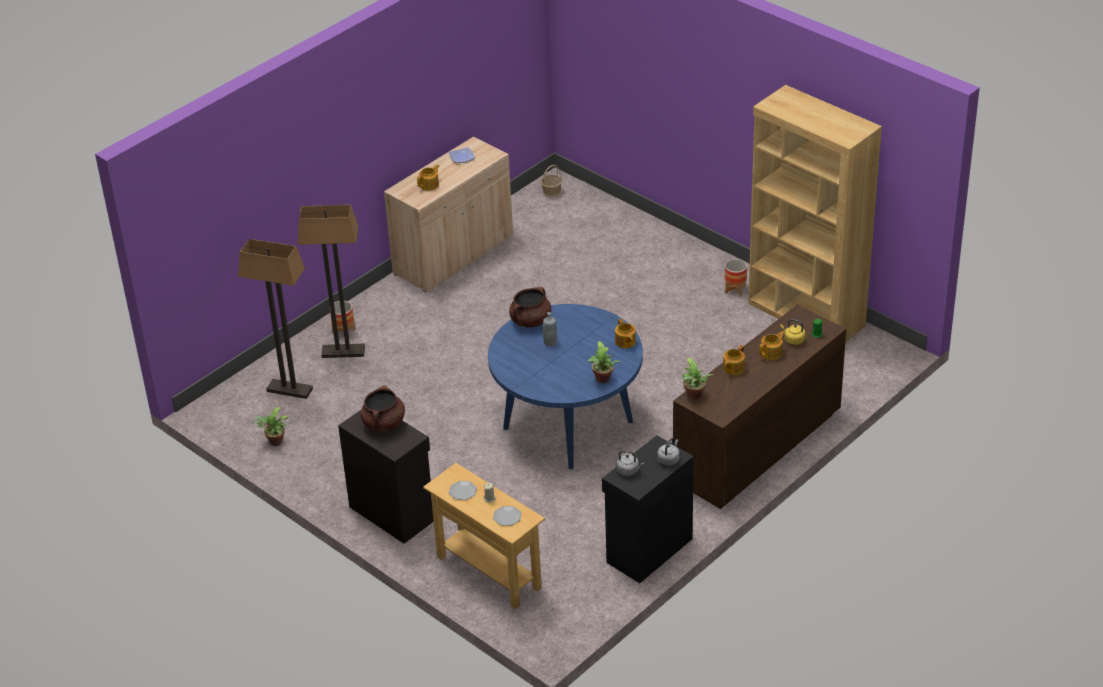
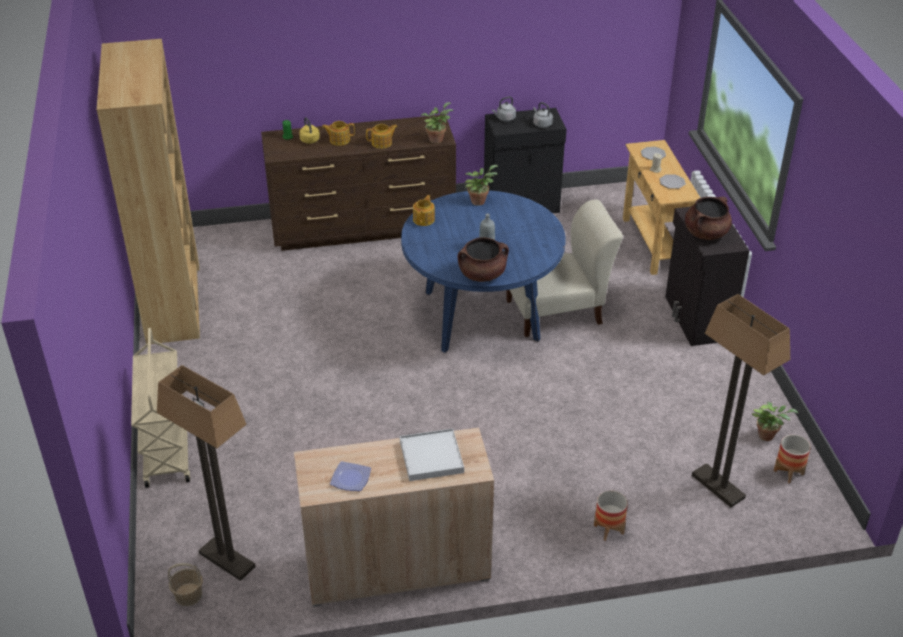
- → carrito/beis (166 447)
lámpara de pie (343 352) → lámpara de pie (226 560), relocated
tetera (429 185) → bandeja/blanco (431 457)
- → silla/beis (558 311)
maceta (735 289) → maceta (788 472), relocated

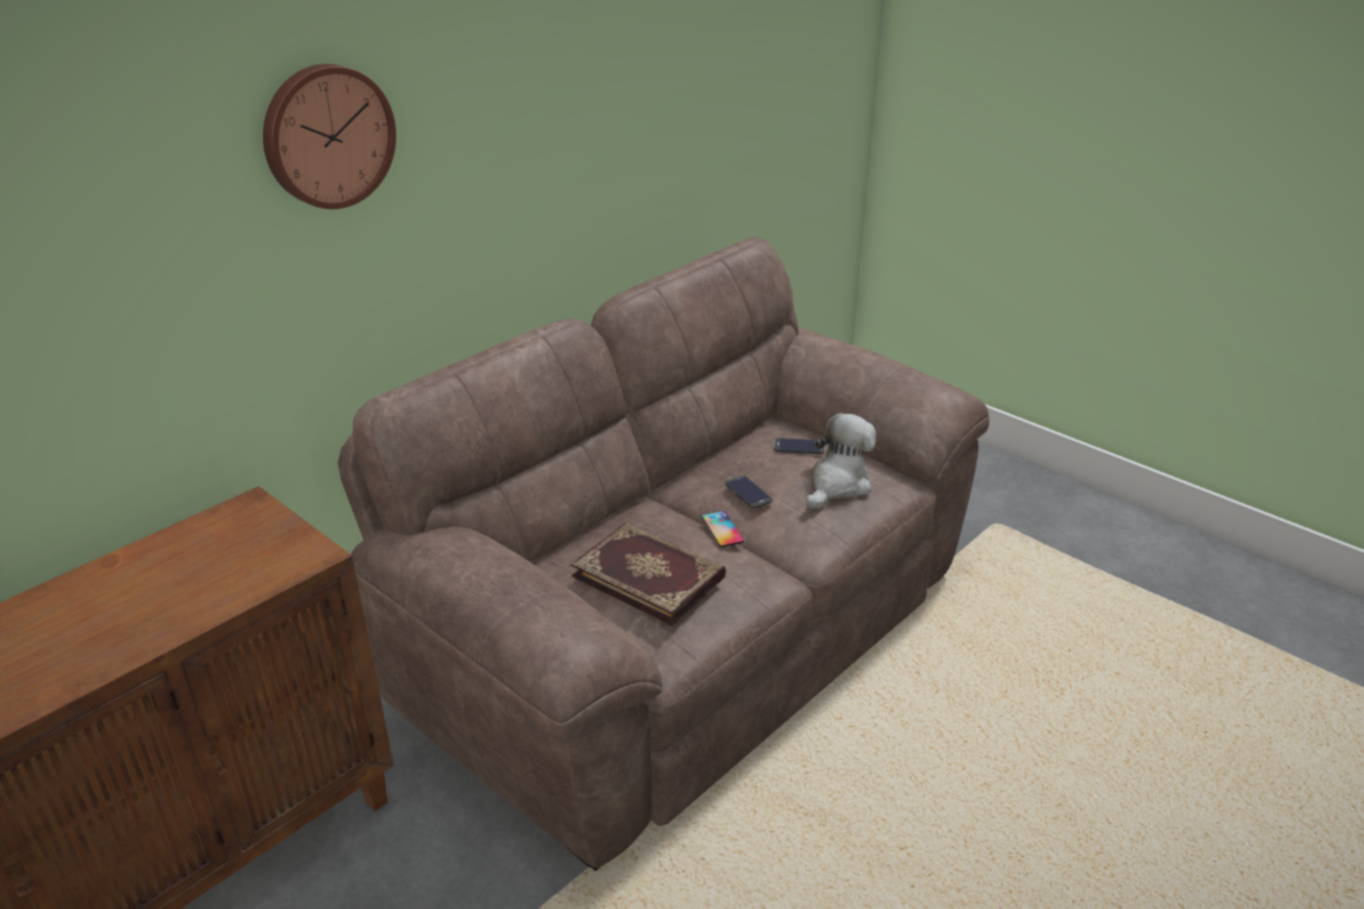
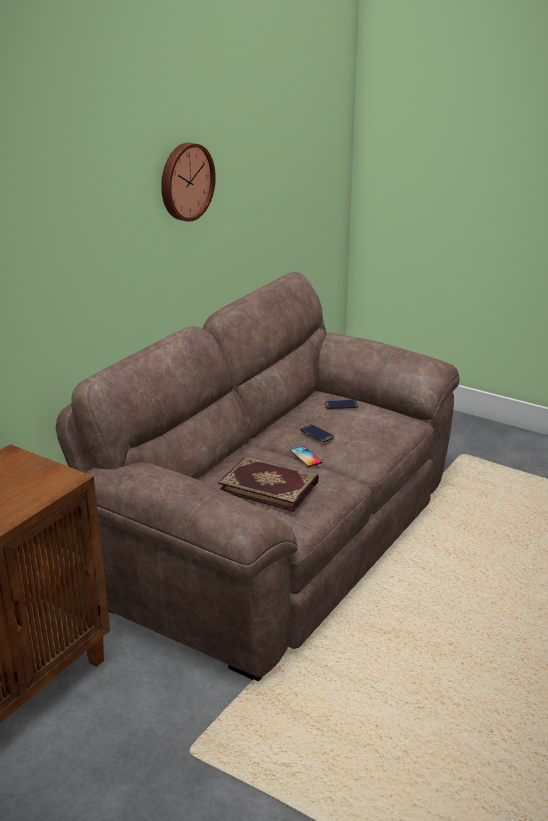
reloj de pared (327 136) → reloj de pared (185 181), relocated
peluche (837 484) → -

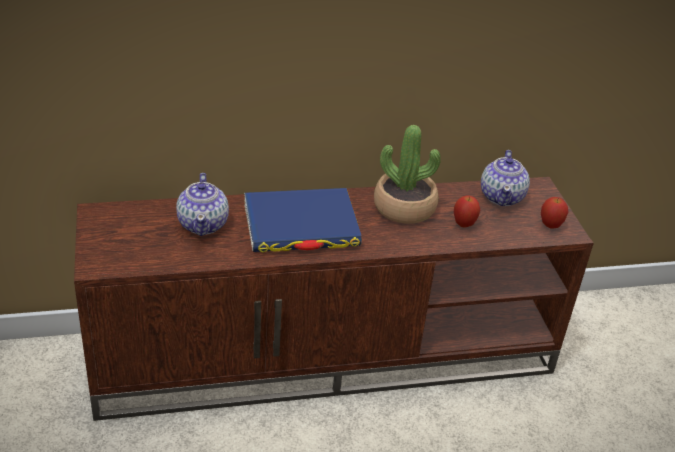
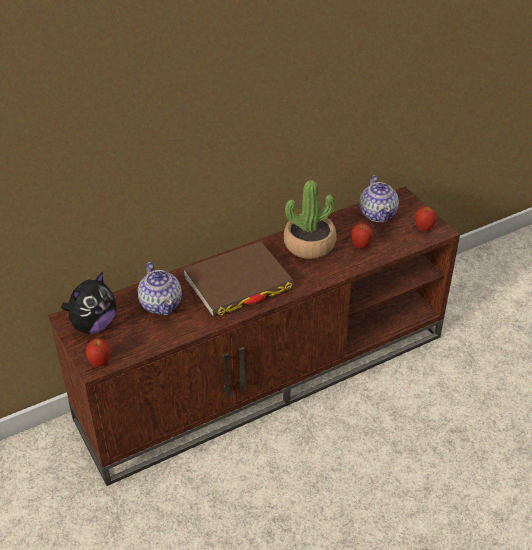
- → peluche (93 325)
- → manzana (100 363)
libro/azul (301 225) → libro/marrón (238 283)

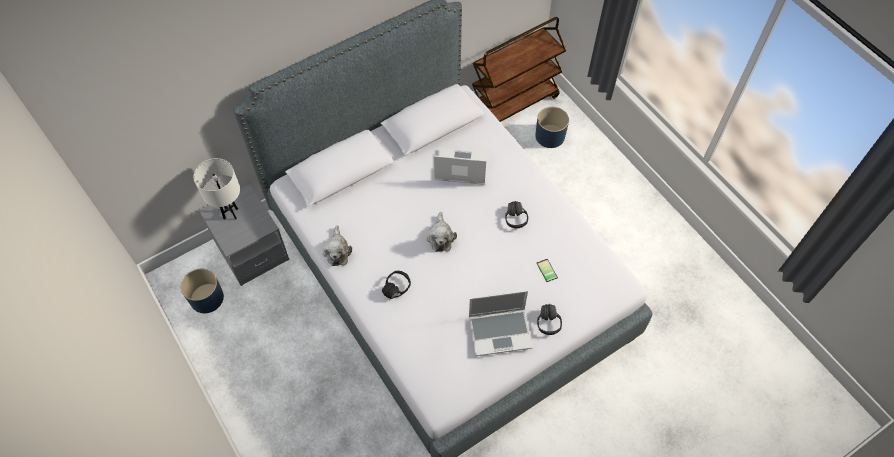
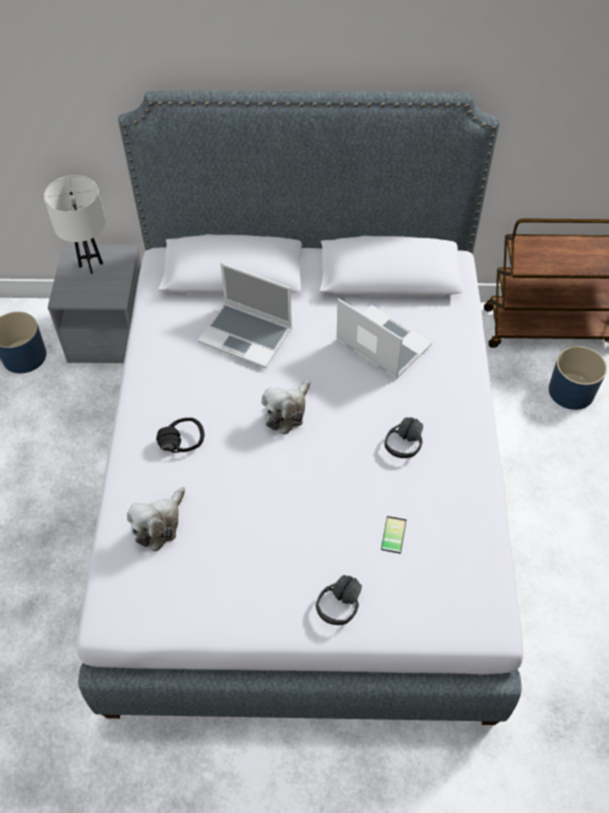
peluche (337 251) → peluche (159 524), relocated
portátil (500 331) → portátil (247 335), relocated

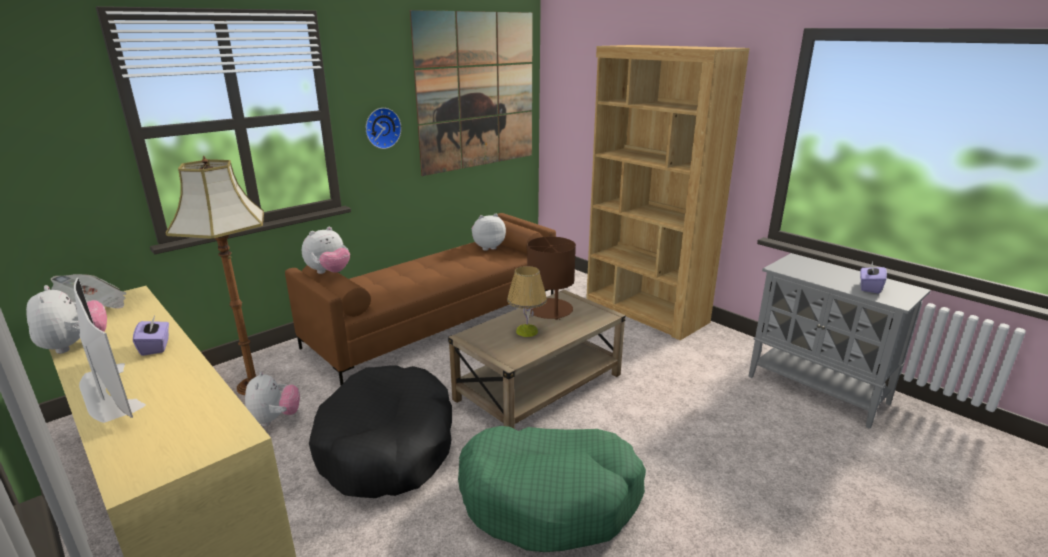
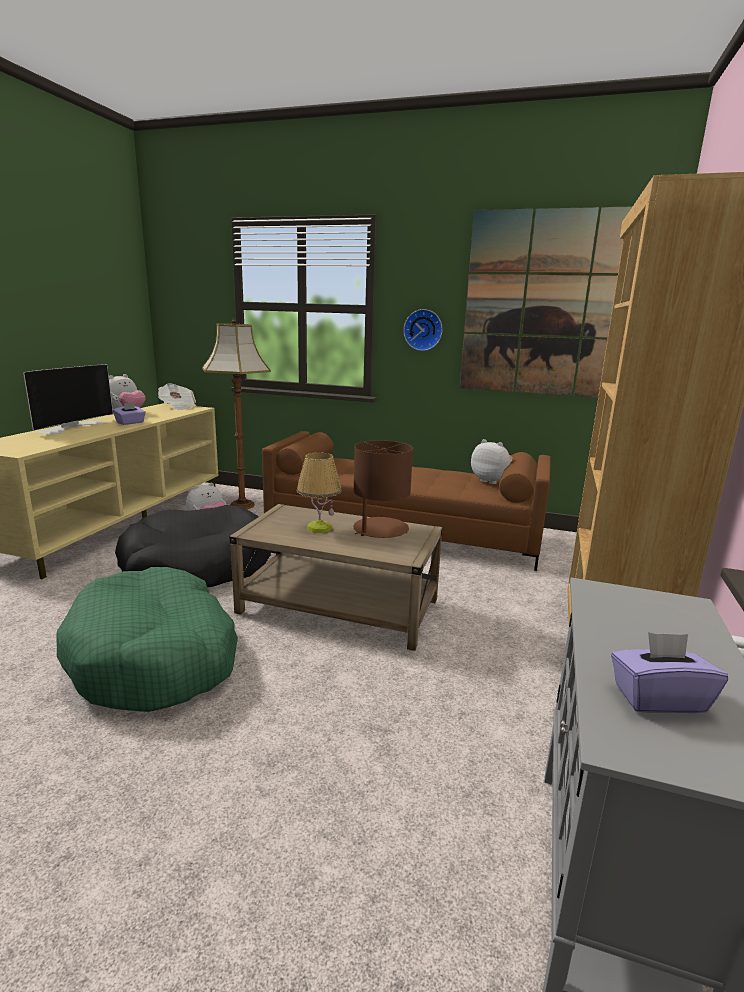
peluche (329 272) → -

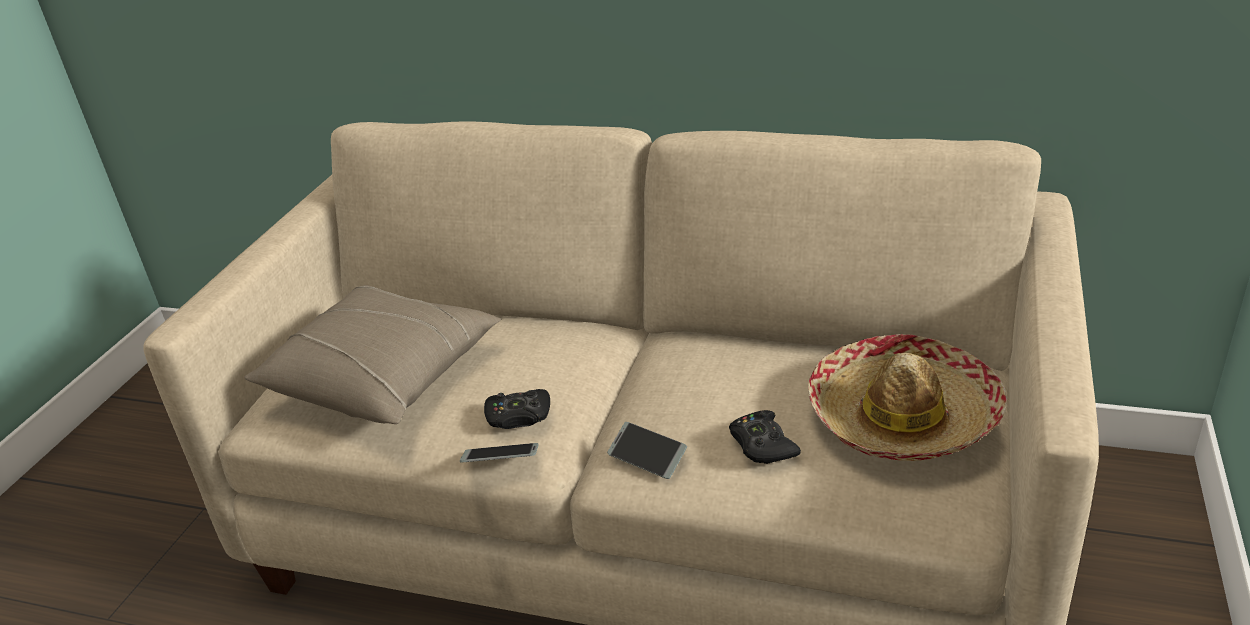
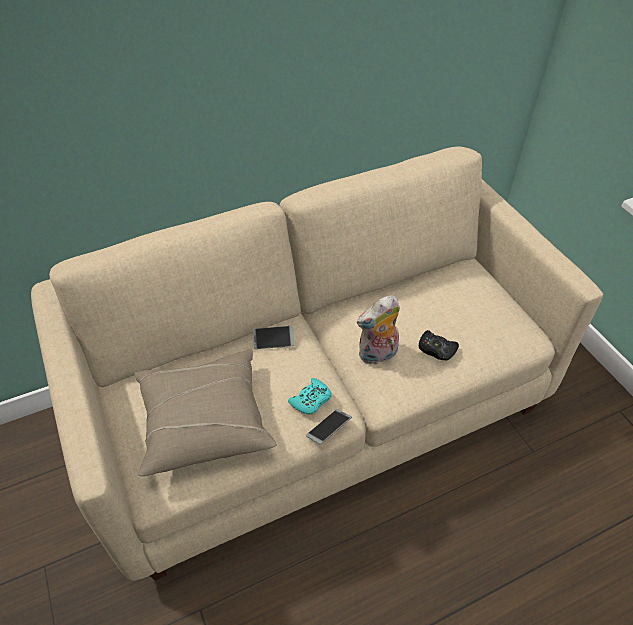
móvil (647 456) → móvil (273 340), relocated
mando de consola/negro (518 416) → mando de consola/turquesa (311 400)
- → peluche (377 355)
sombrero (903 416) → -

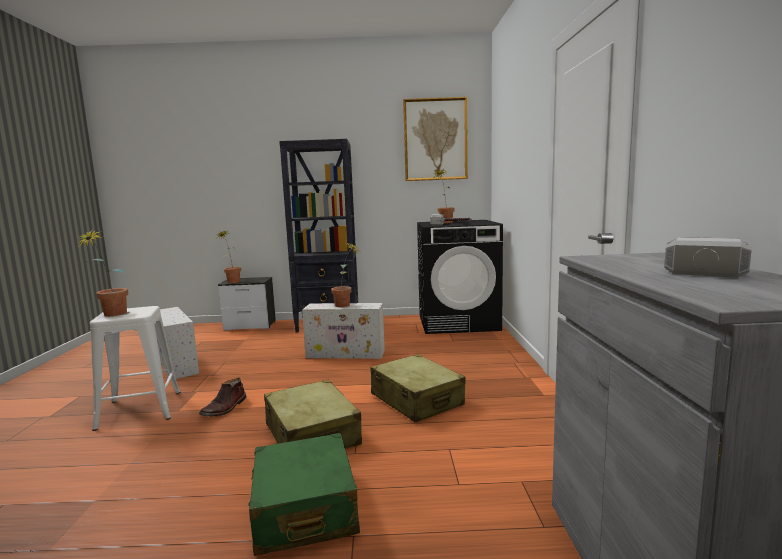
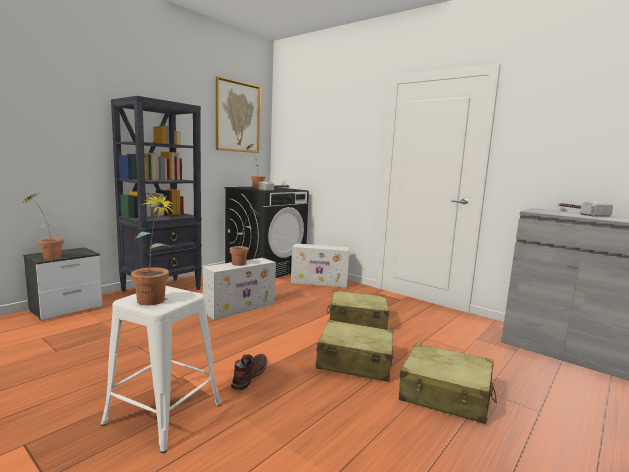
bota/marrón (225 408) → bota/marrón (249 375), 135 degrees counterclockwise
caja de almacenaje/blanco (177 365) → caja de almacenaje/blanco (320 282), relocated
maleta/verde (304 509) → maleta/beis (445 395)

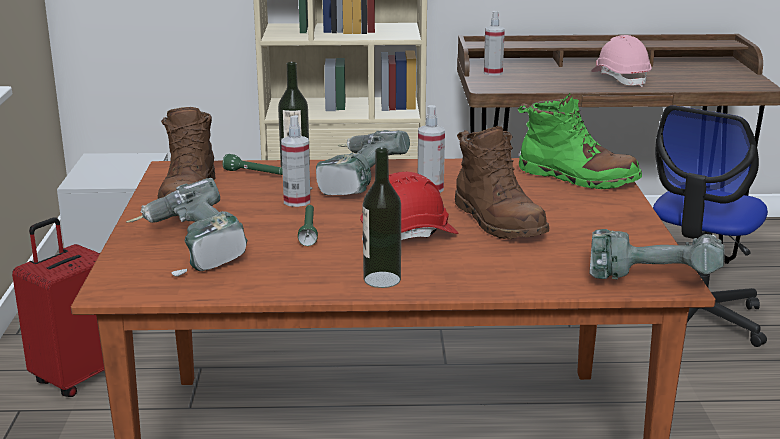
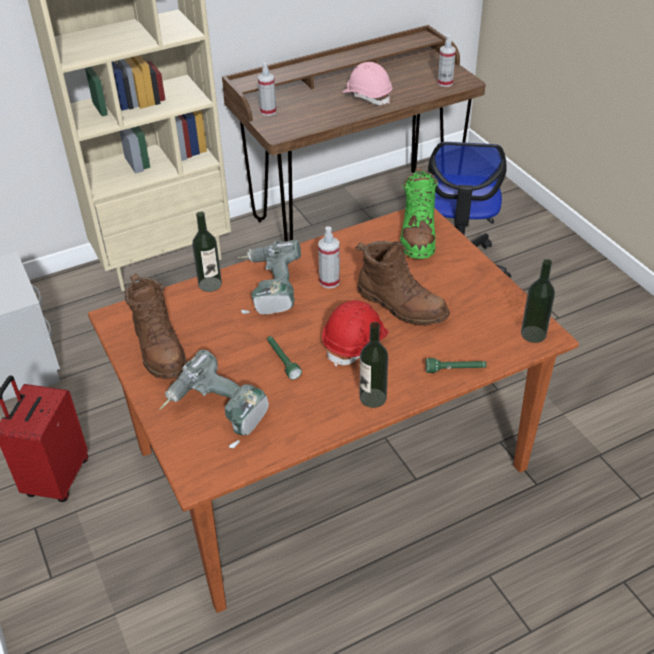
bota/verde (577 177) → bota/verde (417 235), 90 degrees clockwise
linterna/verde (255 174) → linterna/verde (455 370), relocated
pulverizador (297 201) → pulverizador (445 83), relocated
taladro (653 277) → botella (533 334)

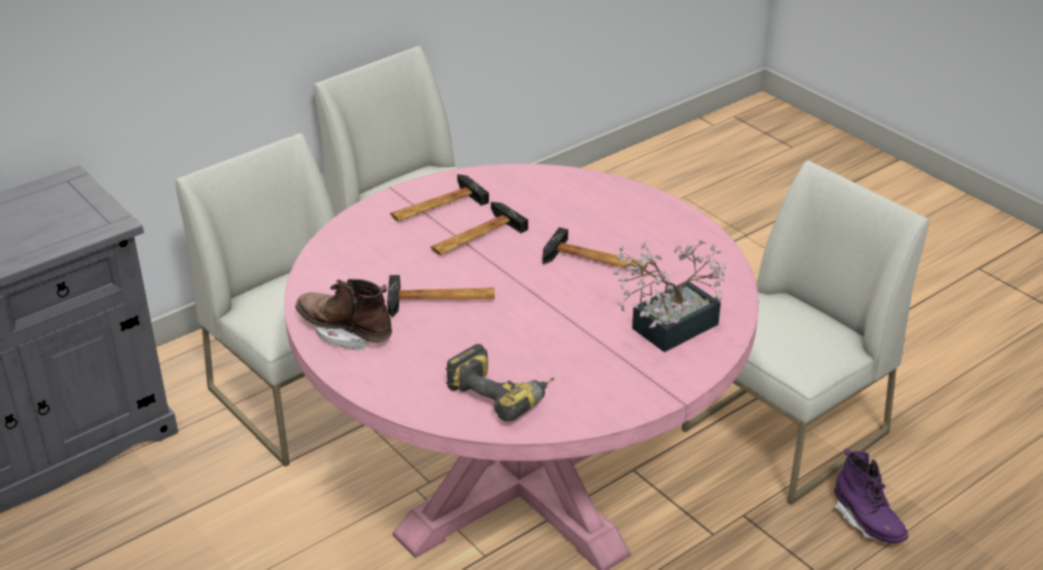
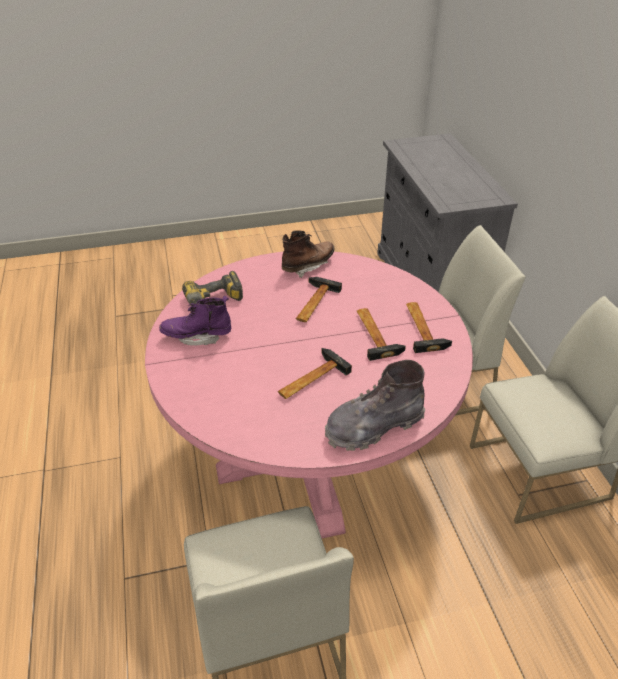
bota/morado (867 522) → bota/morado (197 336), relocated
- → bota/gris (373 426)
planta en maceta (666 329) → -

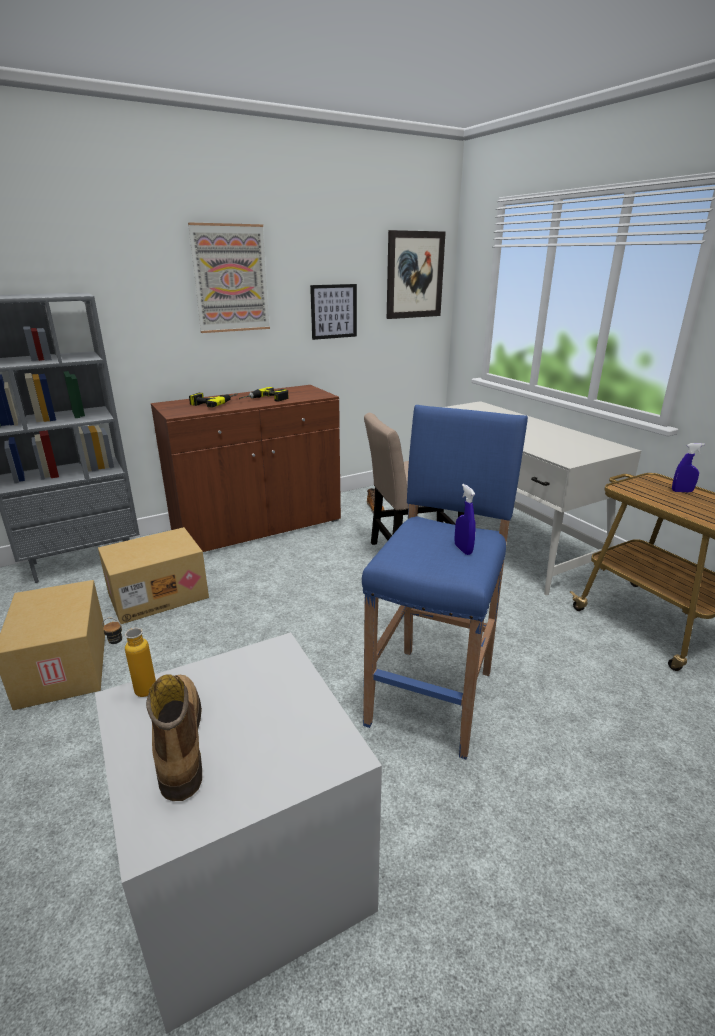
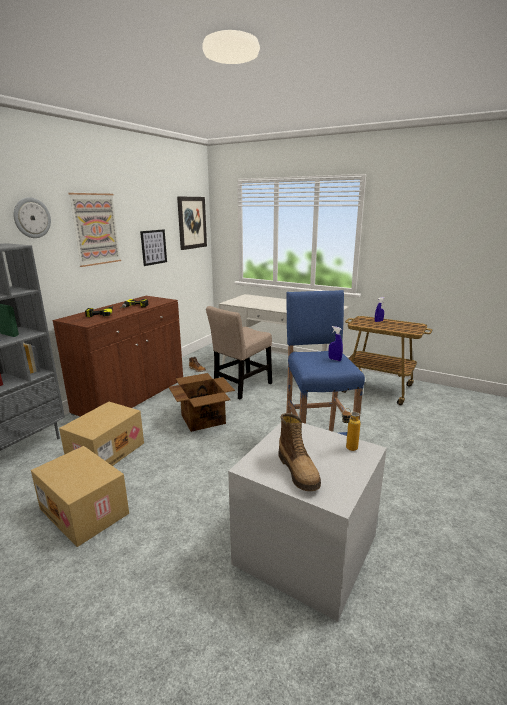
- → reloj de pared (32 218)
- → caja de cartón (203 419)
bota (178 742) → bota (299 471), 150 degrees counterclockwise
botella (137 690) → botella (347 449), relocated

